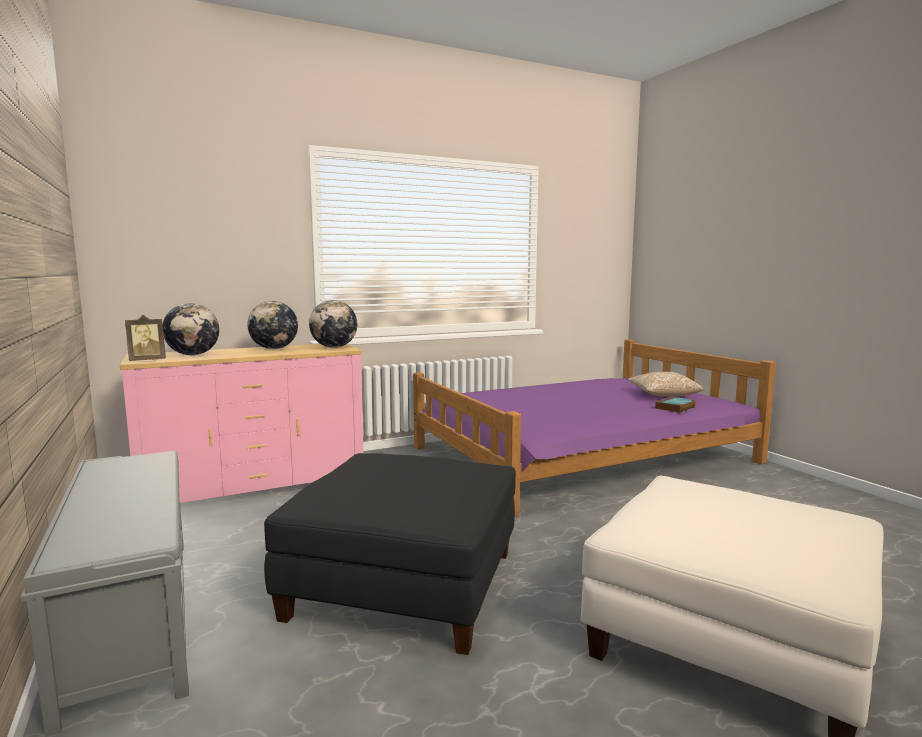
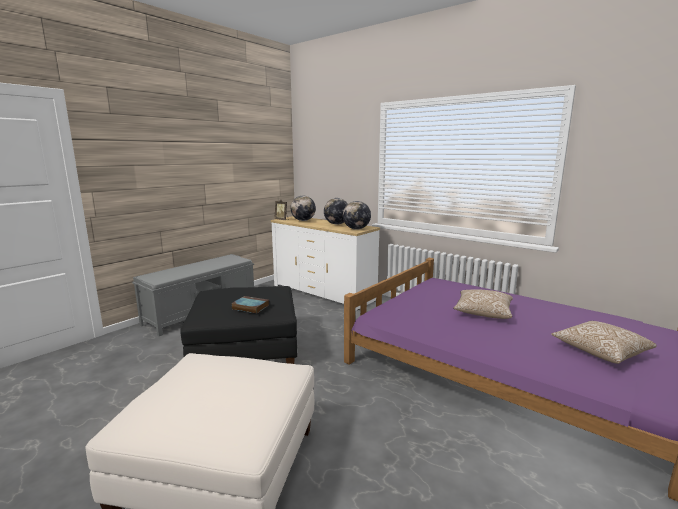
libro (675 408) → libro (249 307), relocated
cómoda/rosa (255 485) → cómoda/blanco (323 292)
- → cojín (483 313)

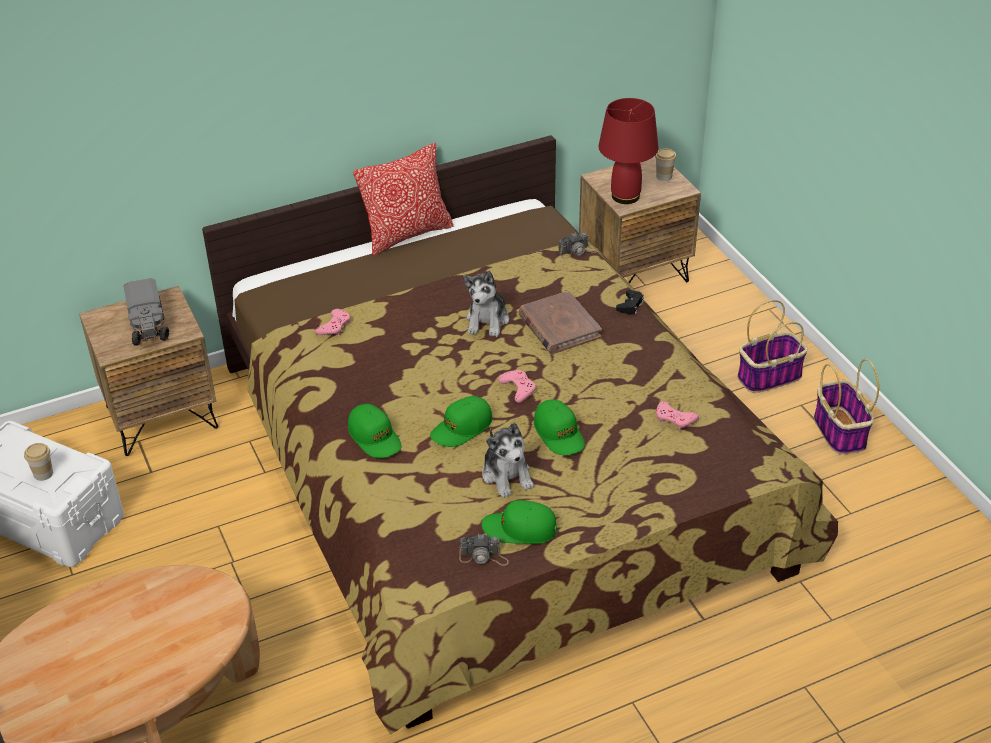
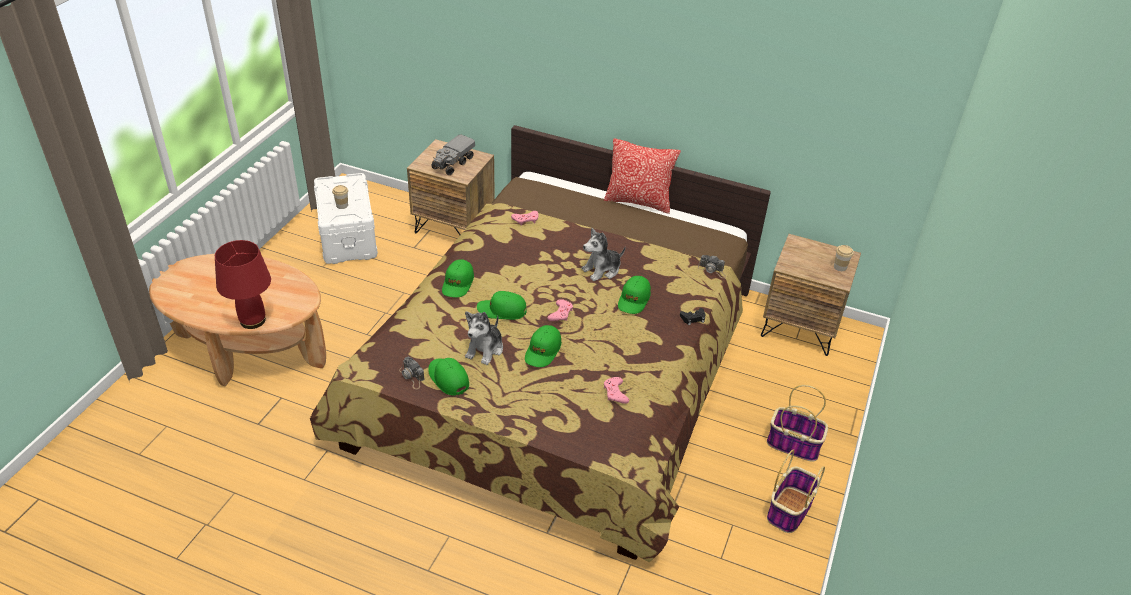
lámpara de mesa/rojo (625 196) → lámpara de mesa/rojo (253 320), relocated
libro/marrón (559 326) → gorra/verde (634 299)

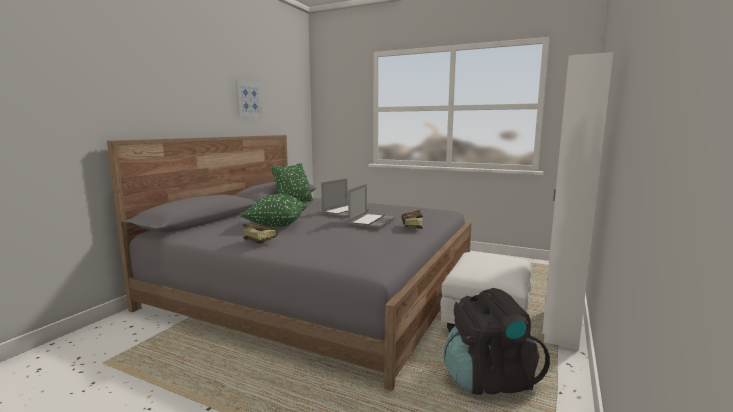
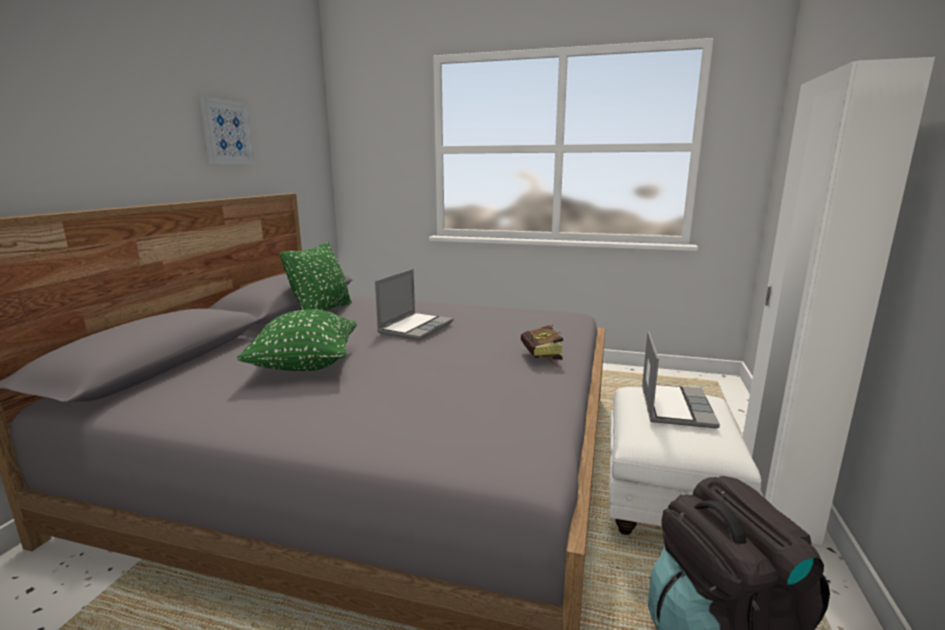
portátil (371 222) → portátil (674 406), relocated
libro (258 241) → -

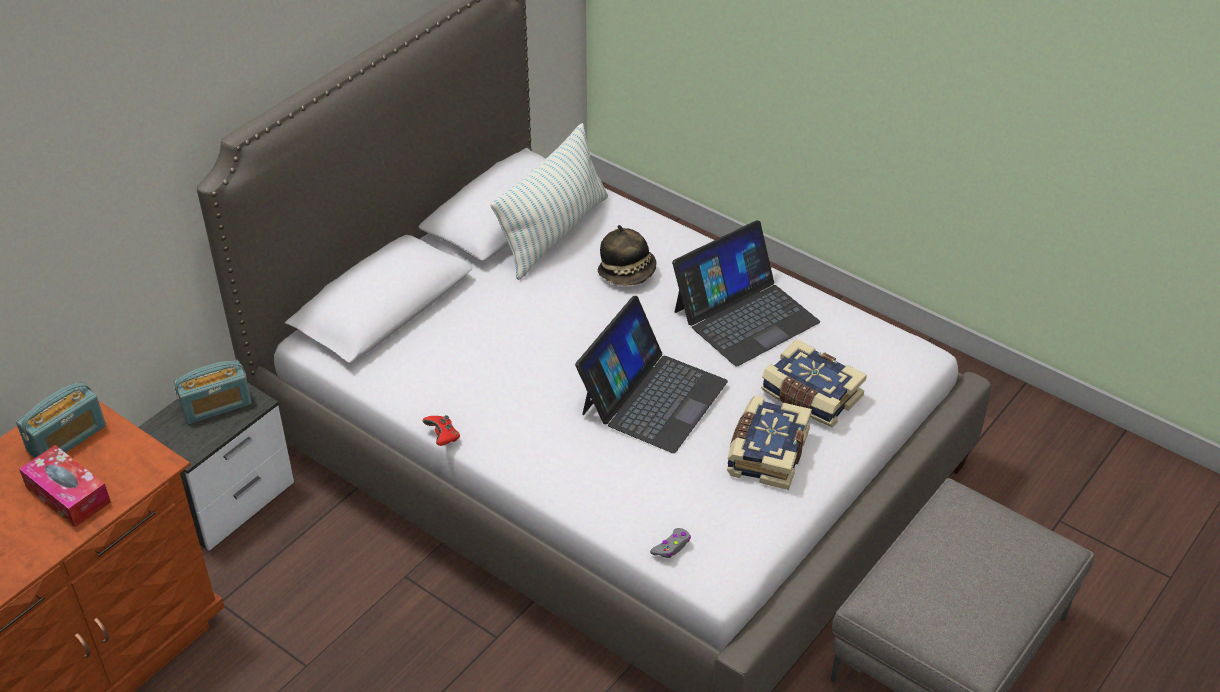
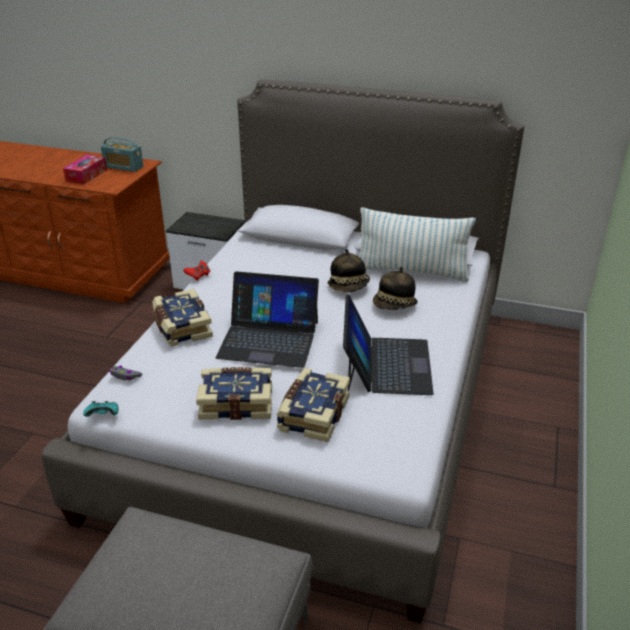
- → mando de consola/turquesa (103 415)
- → libro (181 327)
- → sombrero (349 287)
portátil (745 316) → portátil (386 365), 120 degrees counterclockwise
radio (216 406) → -

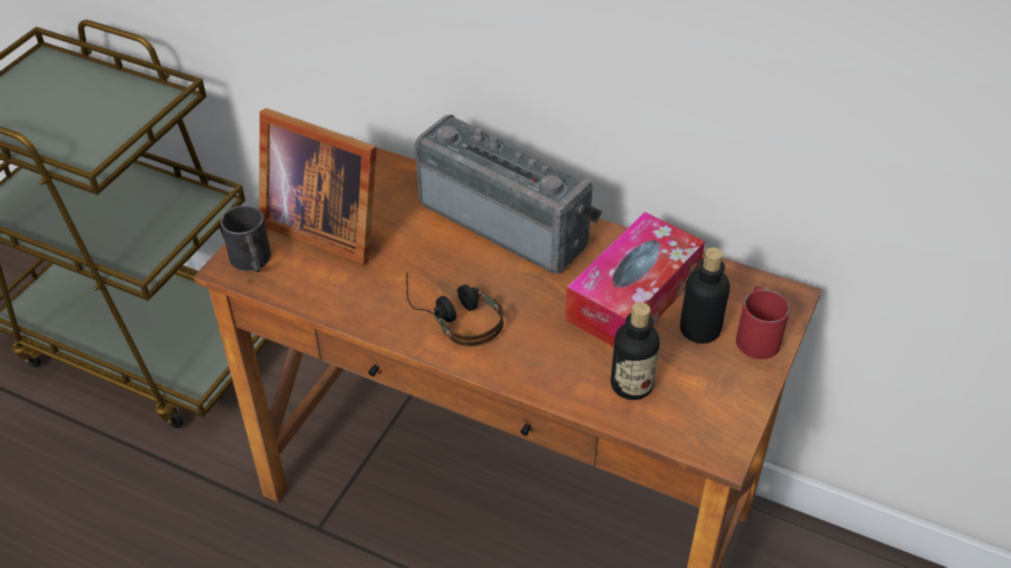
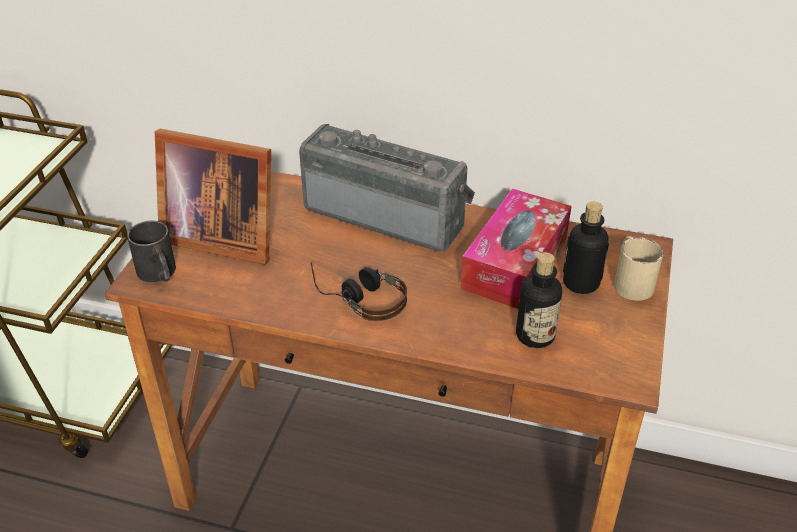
taza grande/rojo (756 335) → taza grande/beis (630 281)

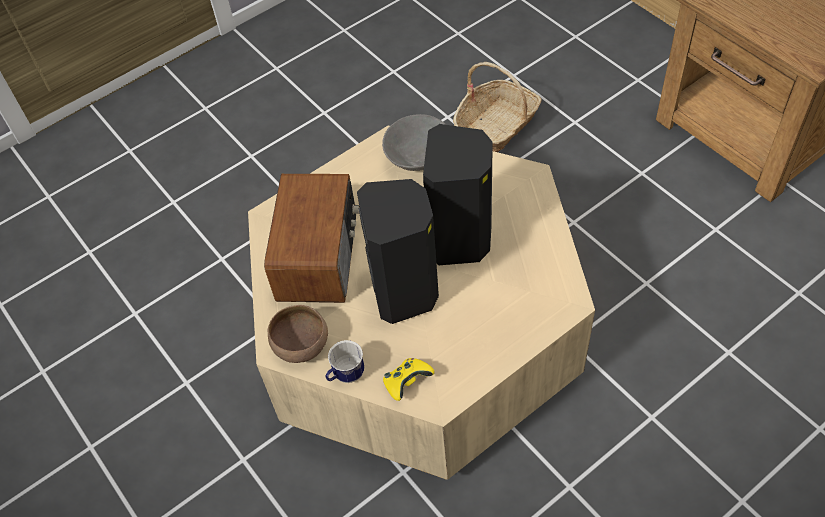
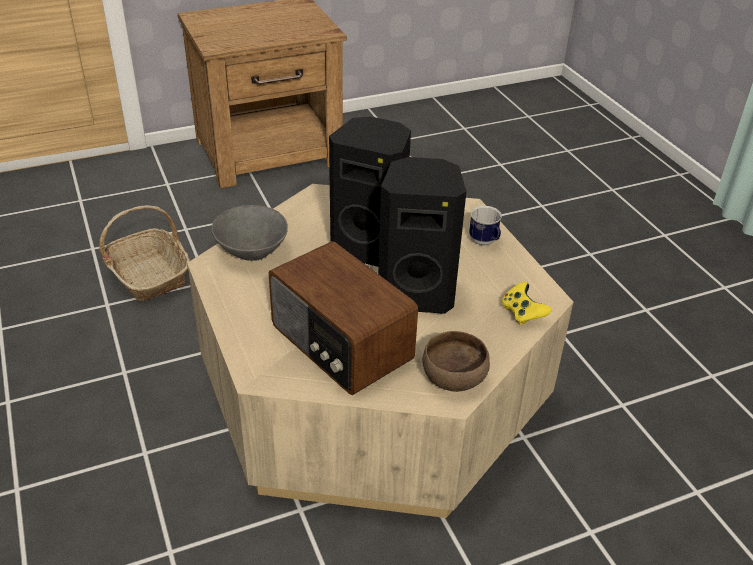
radio (319 256) → radio (340 344), 150 degrees counterclockwise
taza grande (345 376) → taza grande (485 242), relocated

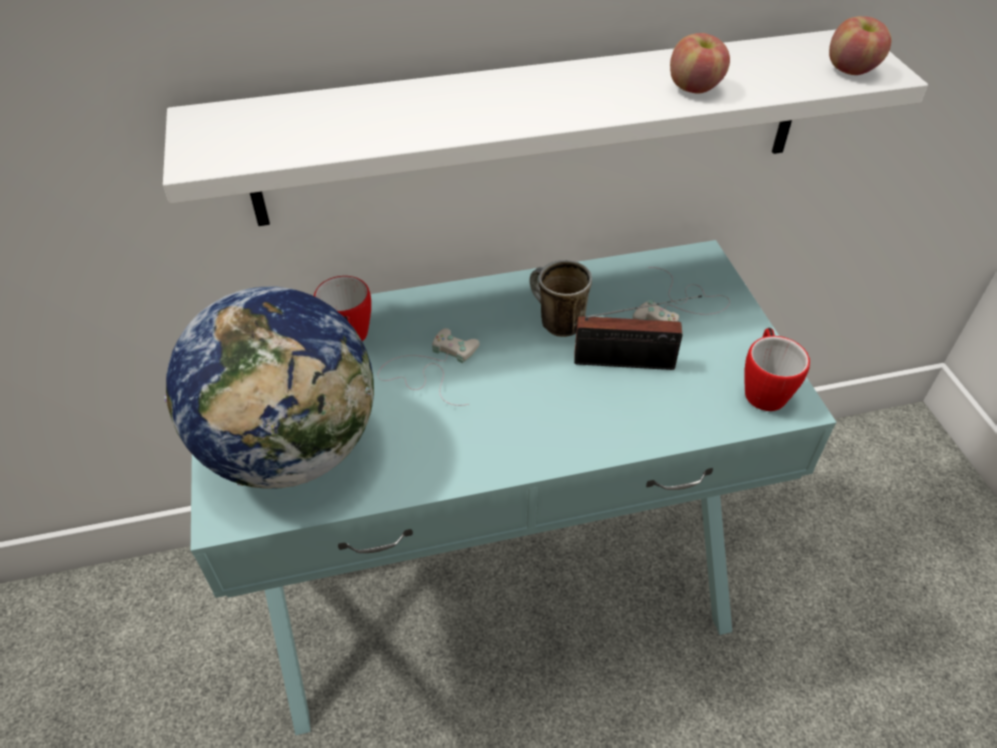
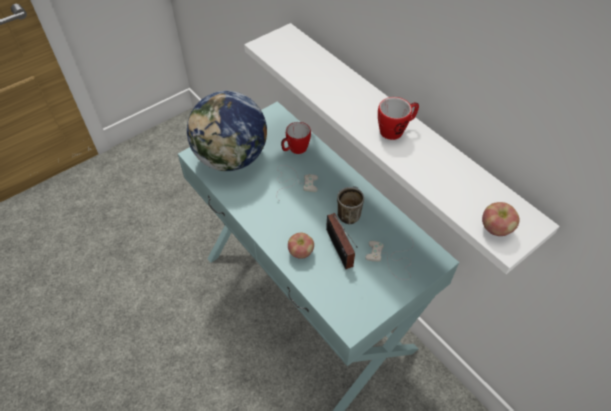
manzana (695 88) → manzana (300 252), relocated
taza grande (763 388) → taza grande (396 130), relocated

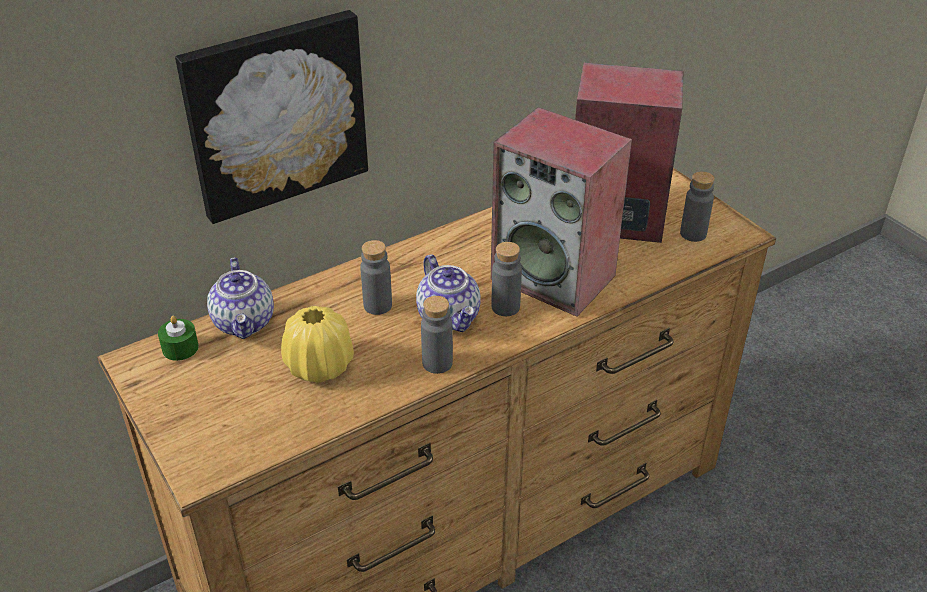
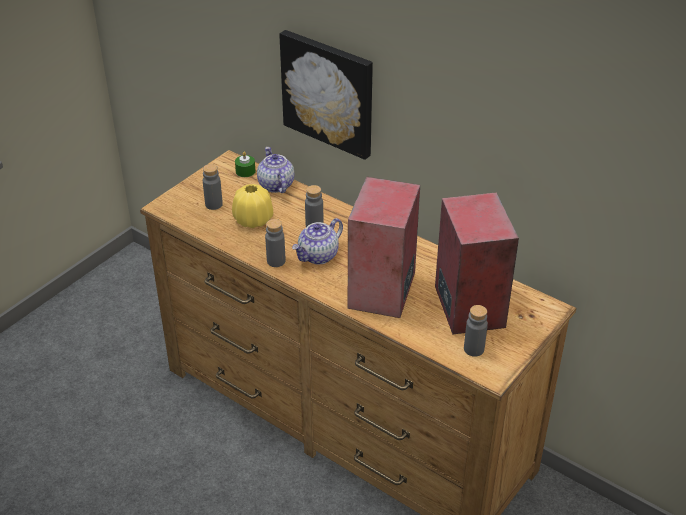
botella/gris (505 307) → botella/gris (214 204), relocated
tetera (245 322) → tetera (275 185), 105 degrees clockwise

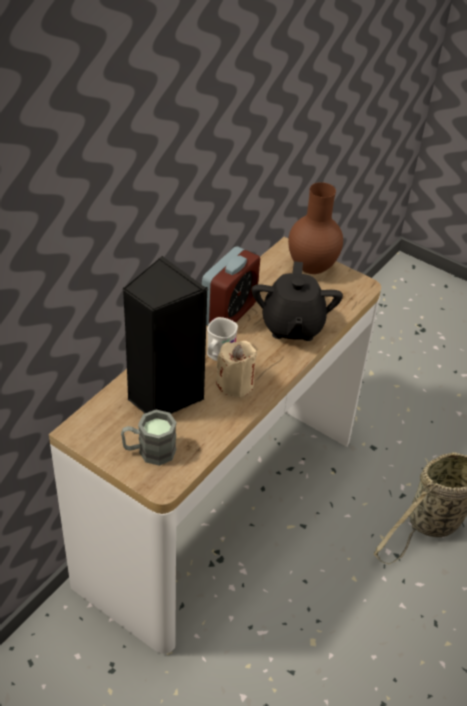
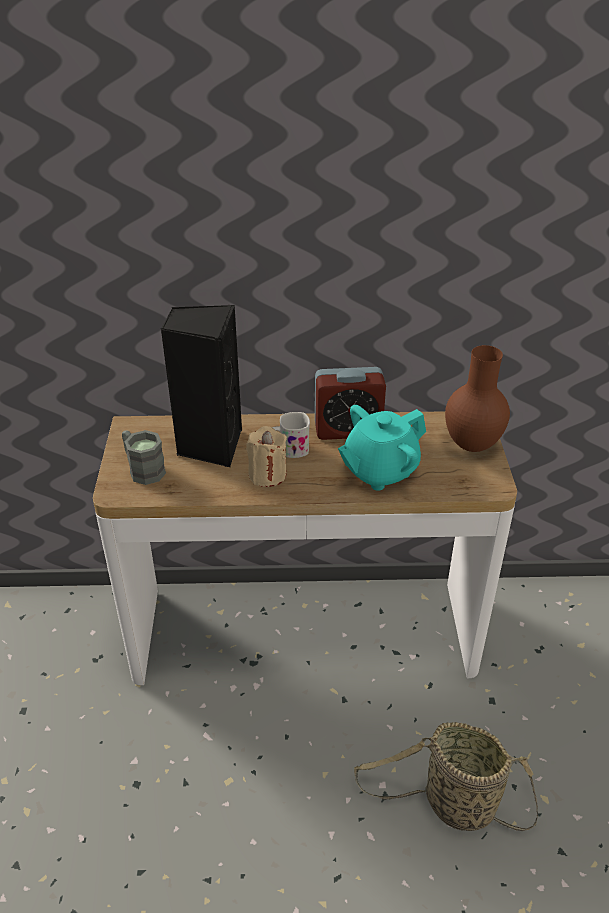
tetera/negro (292 326) → tetera/turquesa (379 471)

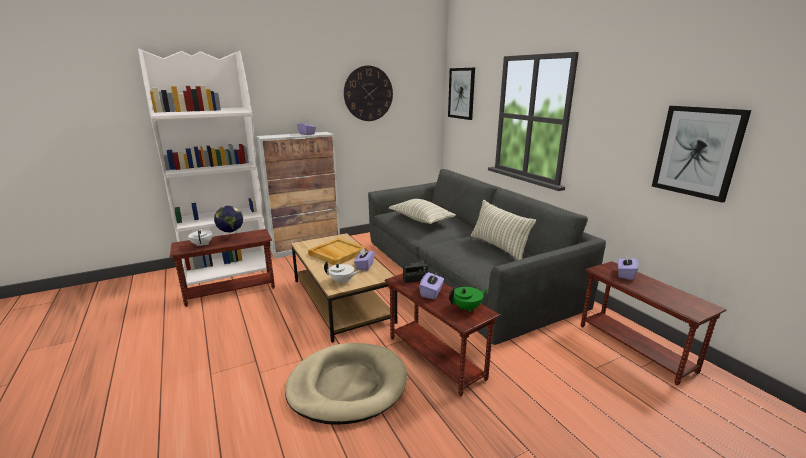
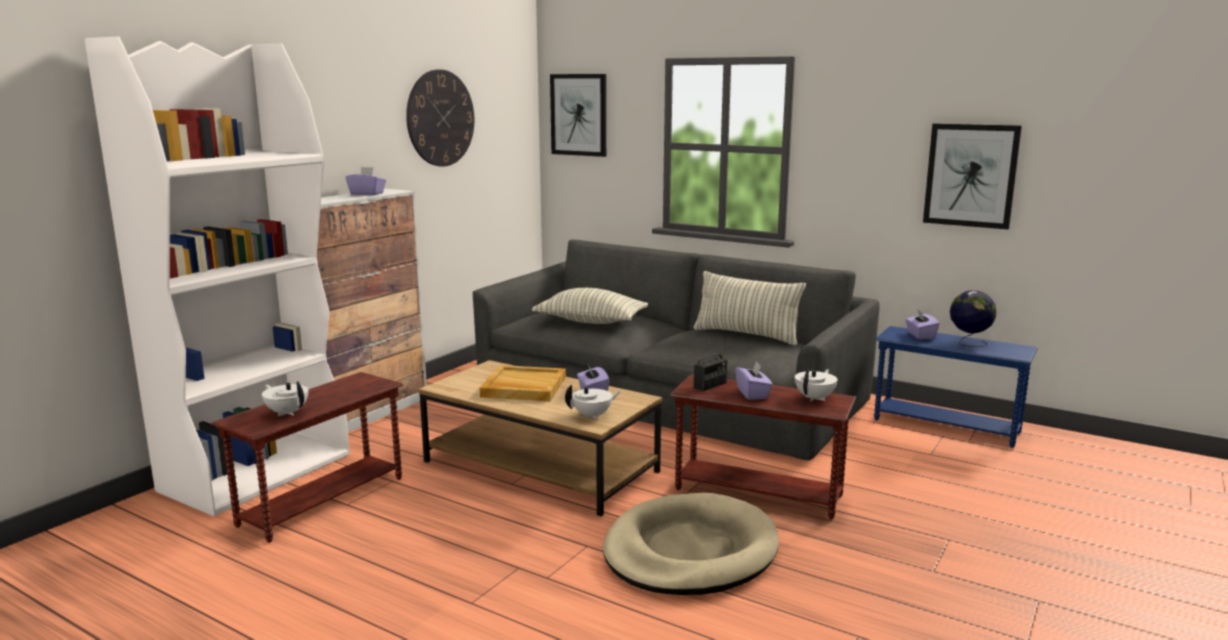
tetera/verde (467 308) → tetera/blanco (815 398)
mesa auxiliar/marrón (635 348) → mesa auxiliar/azul (946 426)
globo terráqueo (231 238) → globo terráqueo (969 343), relocated

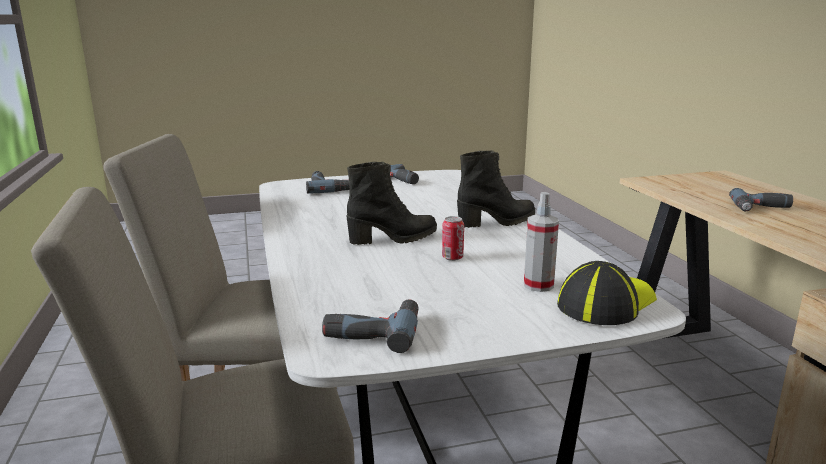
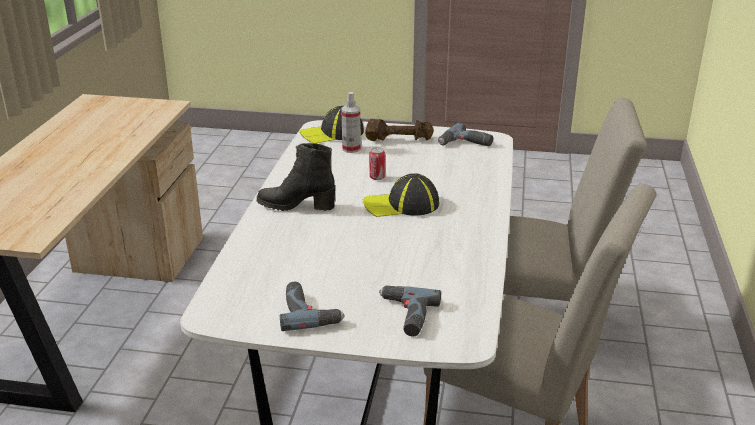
bota/negro (393 239) → gorra (401 205)
- → mancuerna/marrón (399 139)
taladro (762 208) → -

